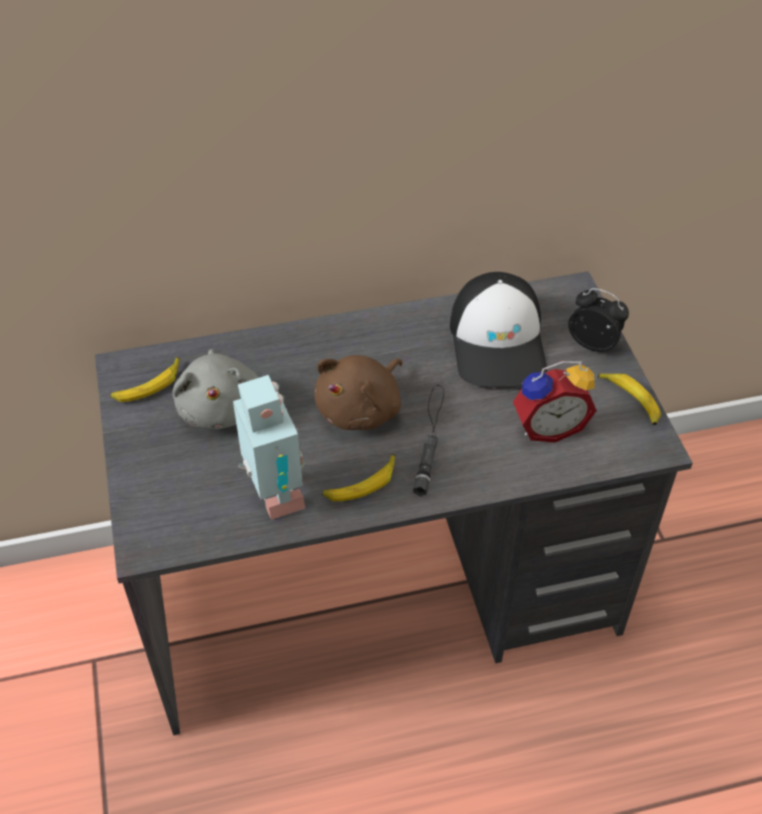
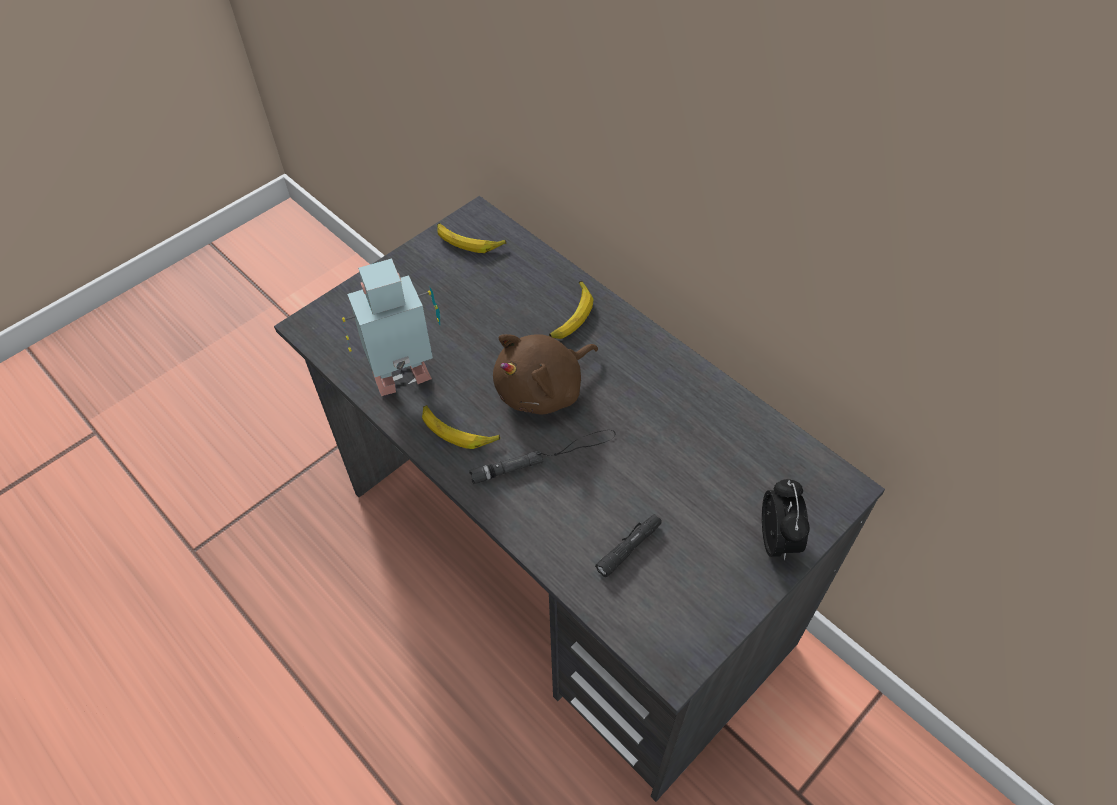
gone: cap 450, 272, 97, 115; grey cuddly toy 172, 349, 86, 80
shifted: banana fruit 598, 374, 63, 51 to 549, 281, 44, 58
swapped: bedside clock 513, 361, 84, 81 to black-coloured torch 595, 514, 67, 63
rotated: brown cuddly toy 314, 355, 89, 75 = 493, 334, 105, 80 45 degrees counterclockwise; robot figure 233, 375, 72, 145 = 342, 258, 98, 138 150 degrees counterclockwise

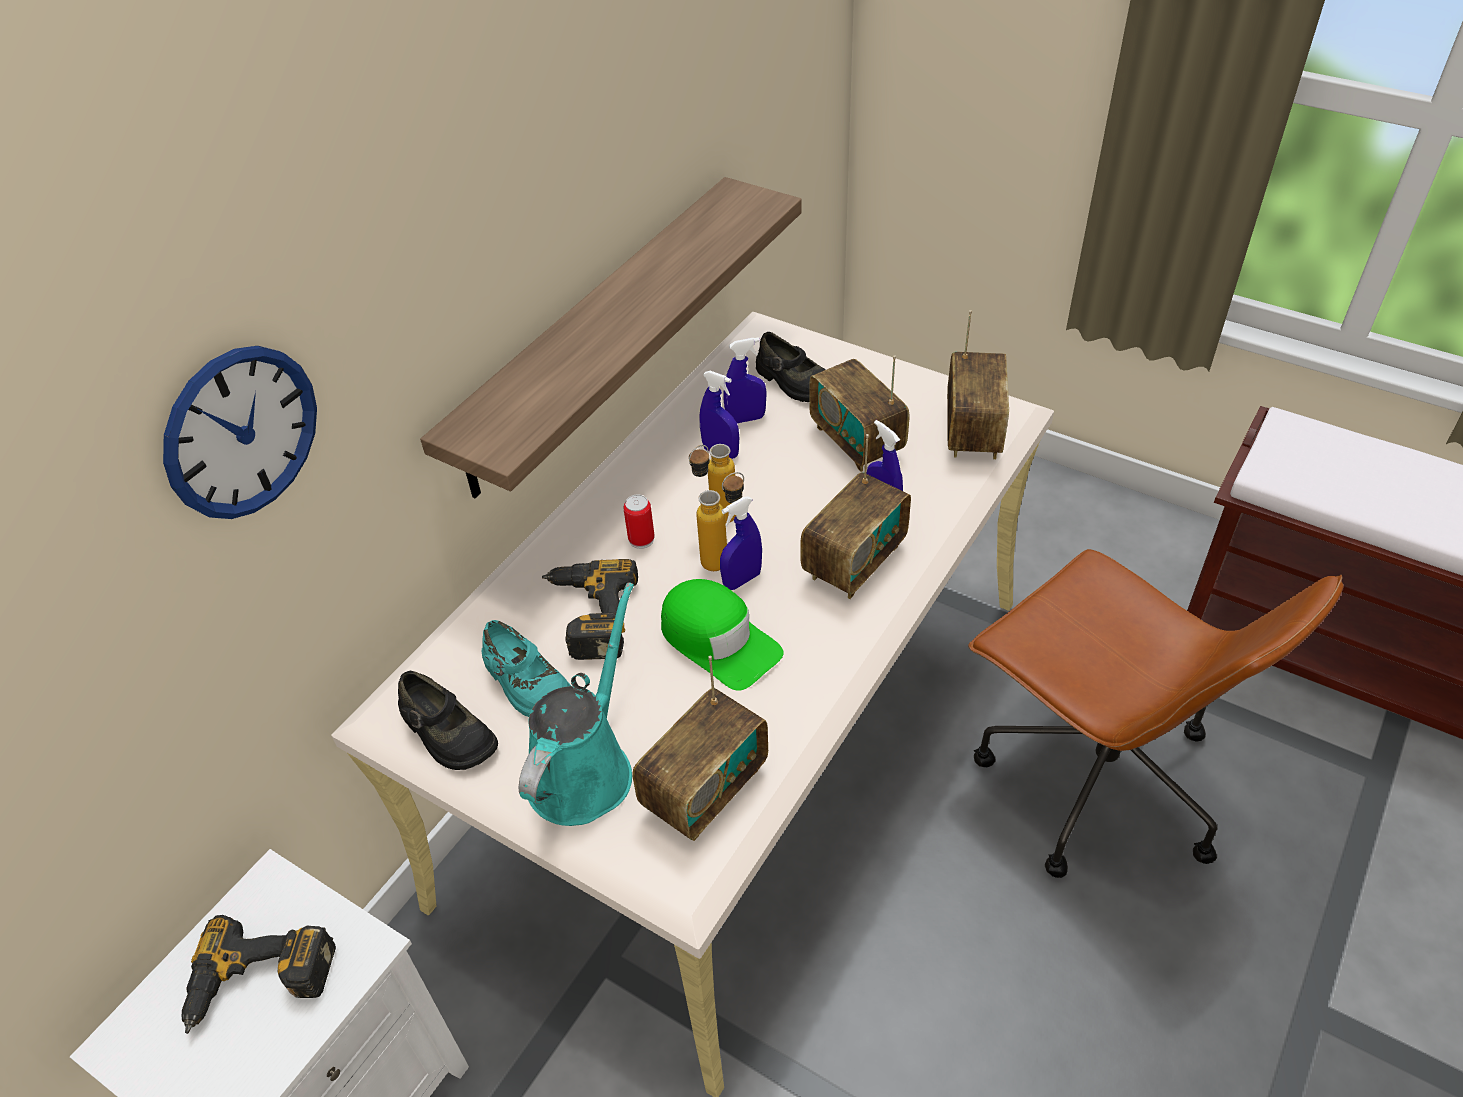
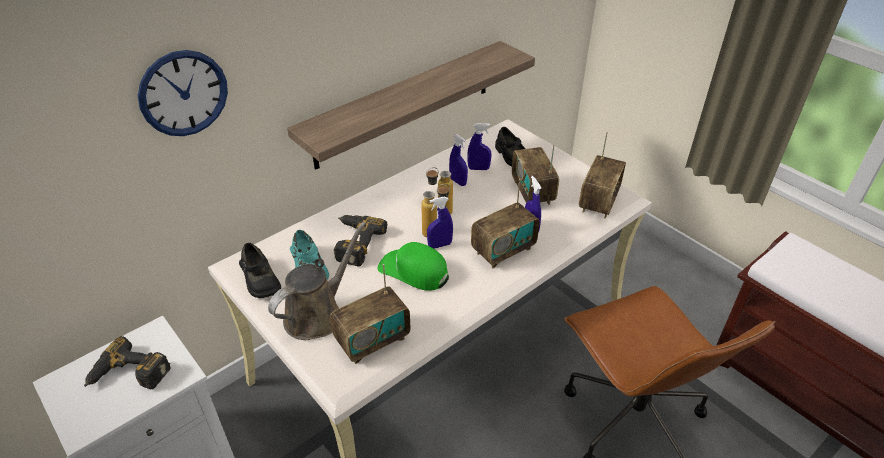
gone: sealed can 623, 495, 32, 54
repainted: blue-green watering pot 519, 582, 115, 244 to brown watering pot 268, 222, 98, 118
rotated: green-coloured cap 661, 579, 122, 112 = 377, 242, 72, 49 150 degrees clockwise

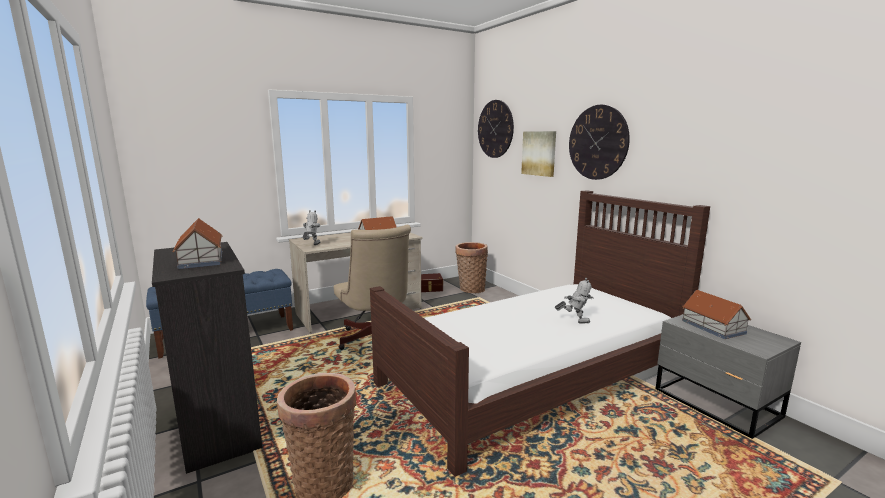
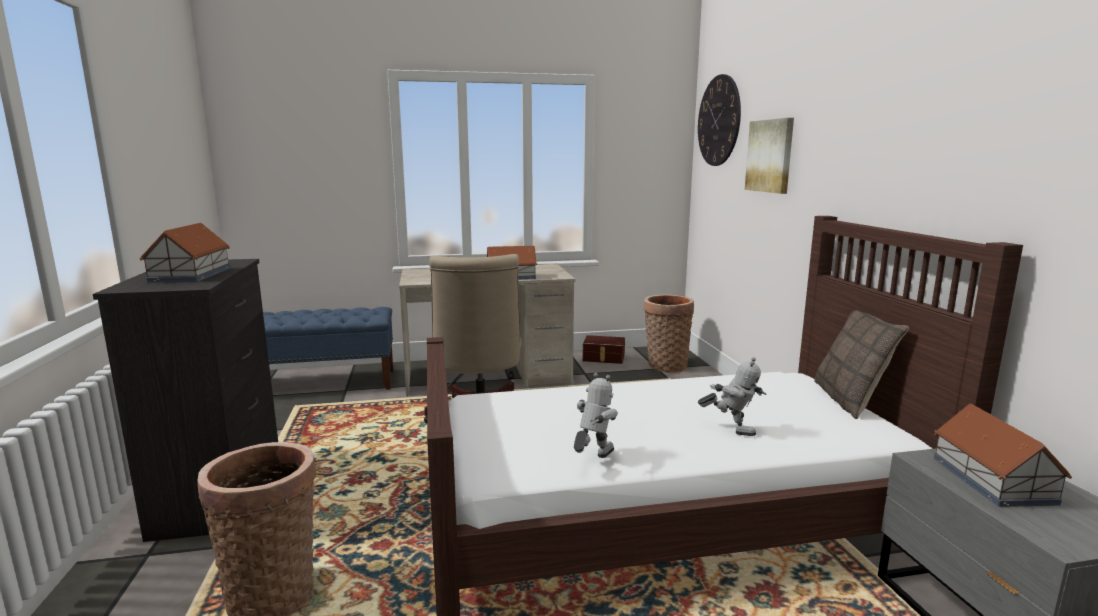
gone: hanging clock 569, 105, 61, 75
new: cushion 814, 310, 95, 109
shifted: robot figure 303, 210, 18, 35 to 574, 373, 44, 85

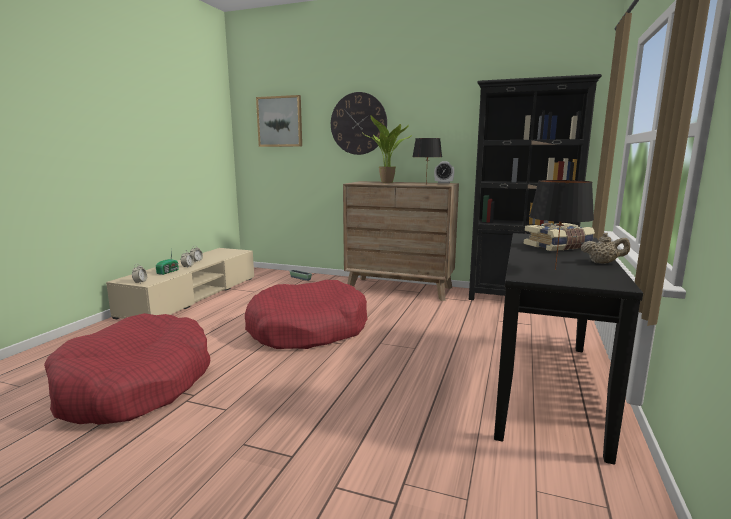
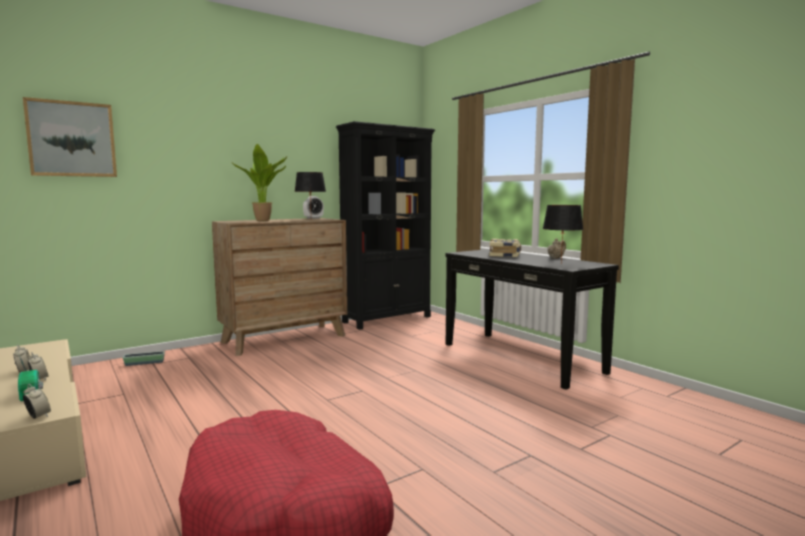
gone: hanging clock 331, 92, 56, 63; red-coloured pet bed 245, 280, 122, 69

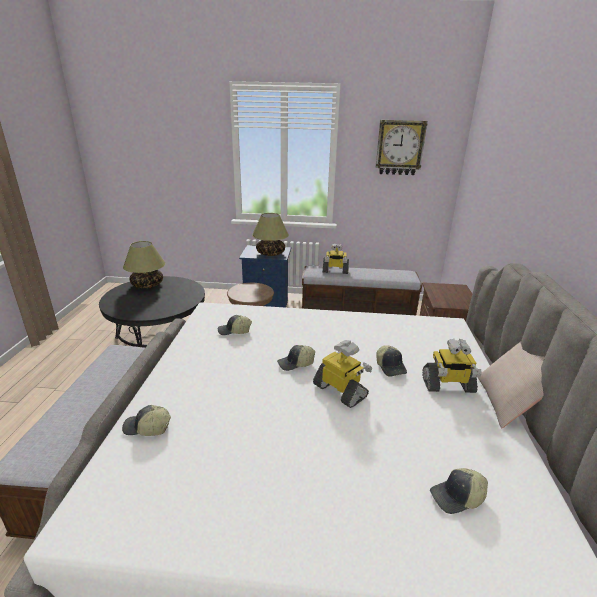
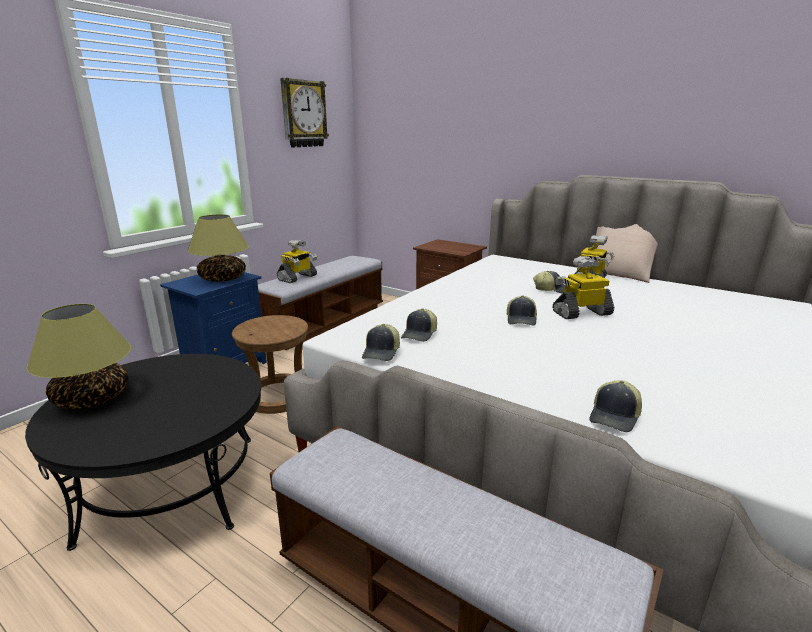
shifted: cap 430, 468, 58, 46 to 362, 324, 38, 37

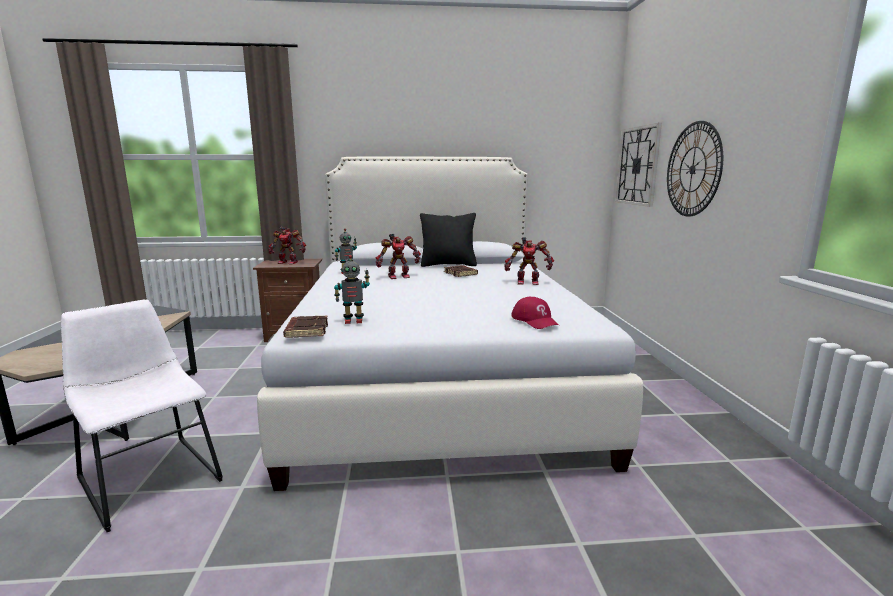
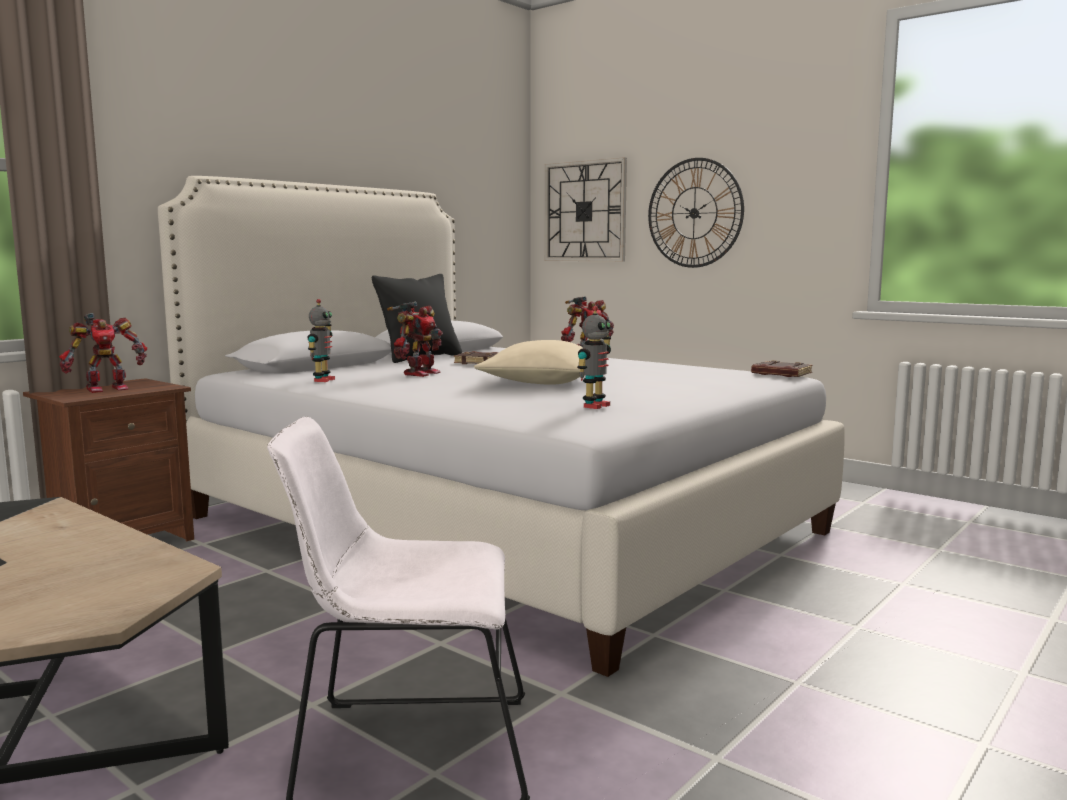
gone: red-coloured cap 511, 297, 49, 32
new: beige cushion 474, 340, 109, 45
shifted: brown volume 283, 316, 45, 22 to 751, 360, 62, 17

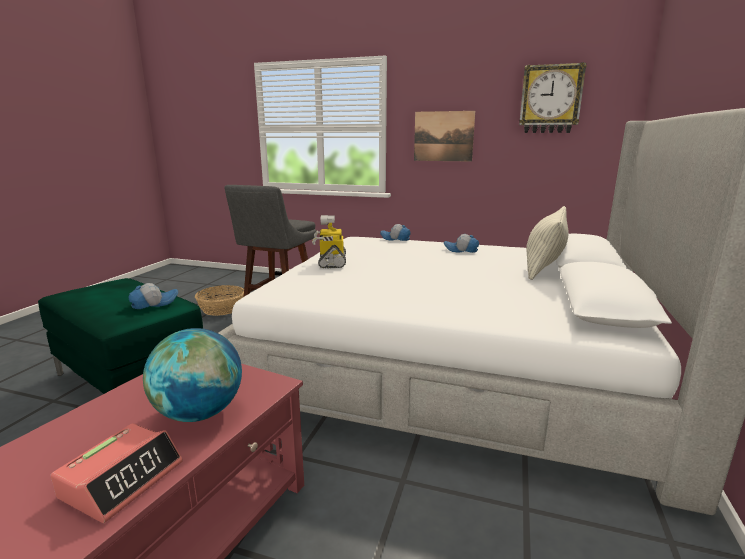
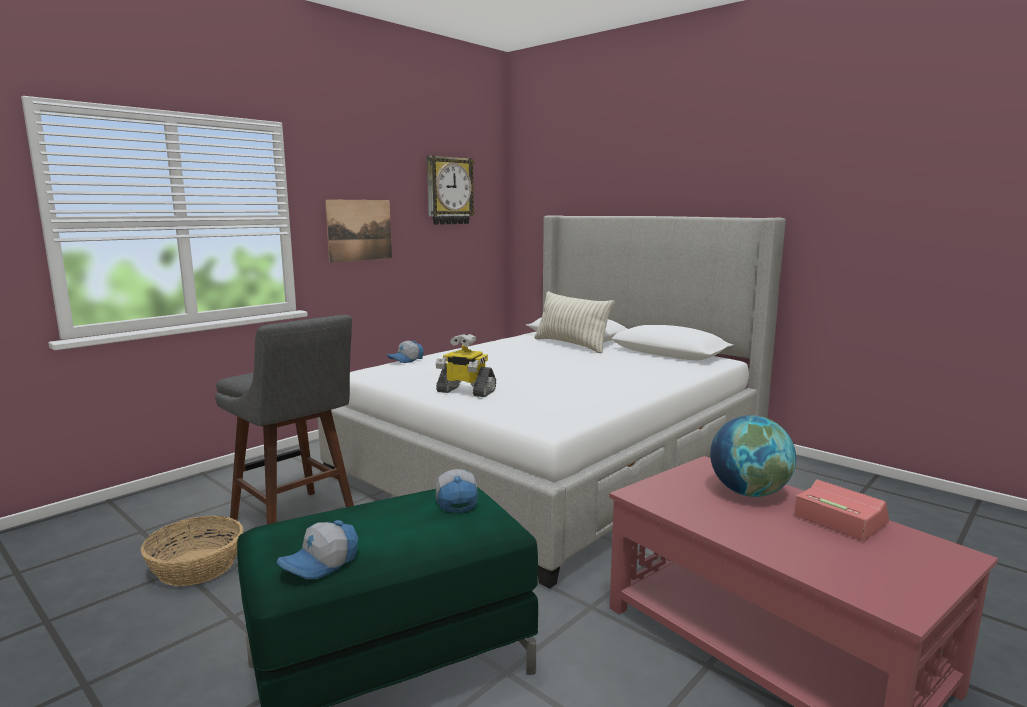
shifted: cap 444, 234, 35, 19 to 277, 520, 81, 59

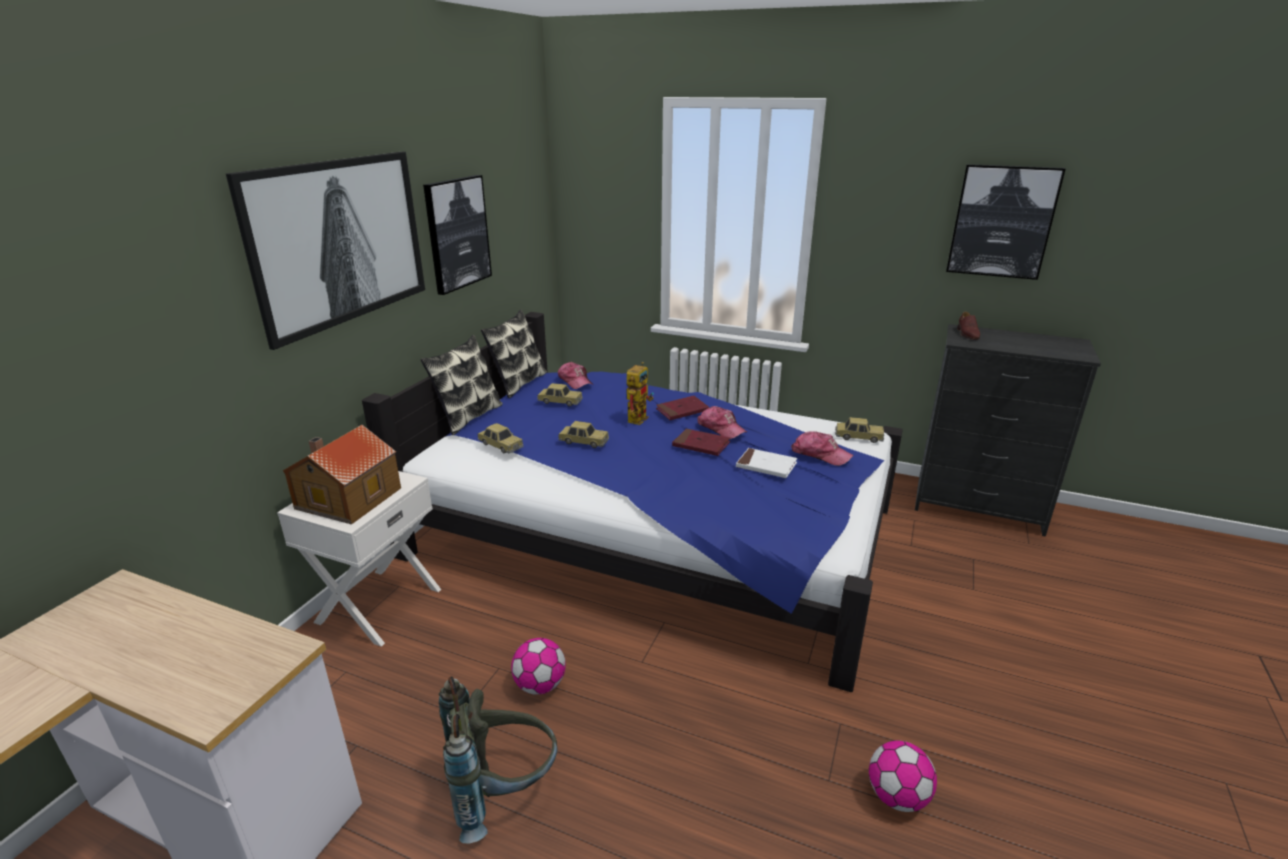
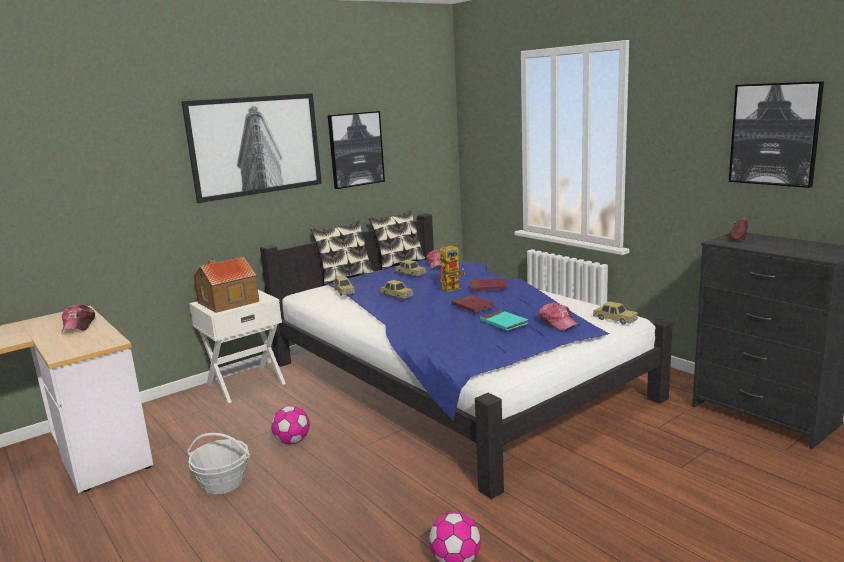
shifted: cap 697, 406, 50, 33 to 61, 304, 34, 29
swapped: grey knapsack 439, 676, 119, 167 to basket 187, 433, 63, 61
repainted: white-coloured volume 736, 448, 61, 30 to blue-green volume 480, 310, 49, 21

